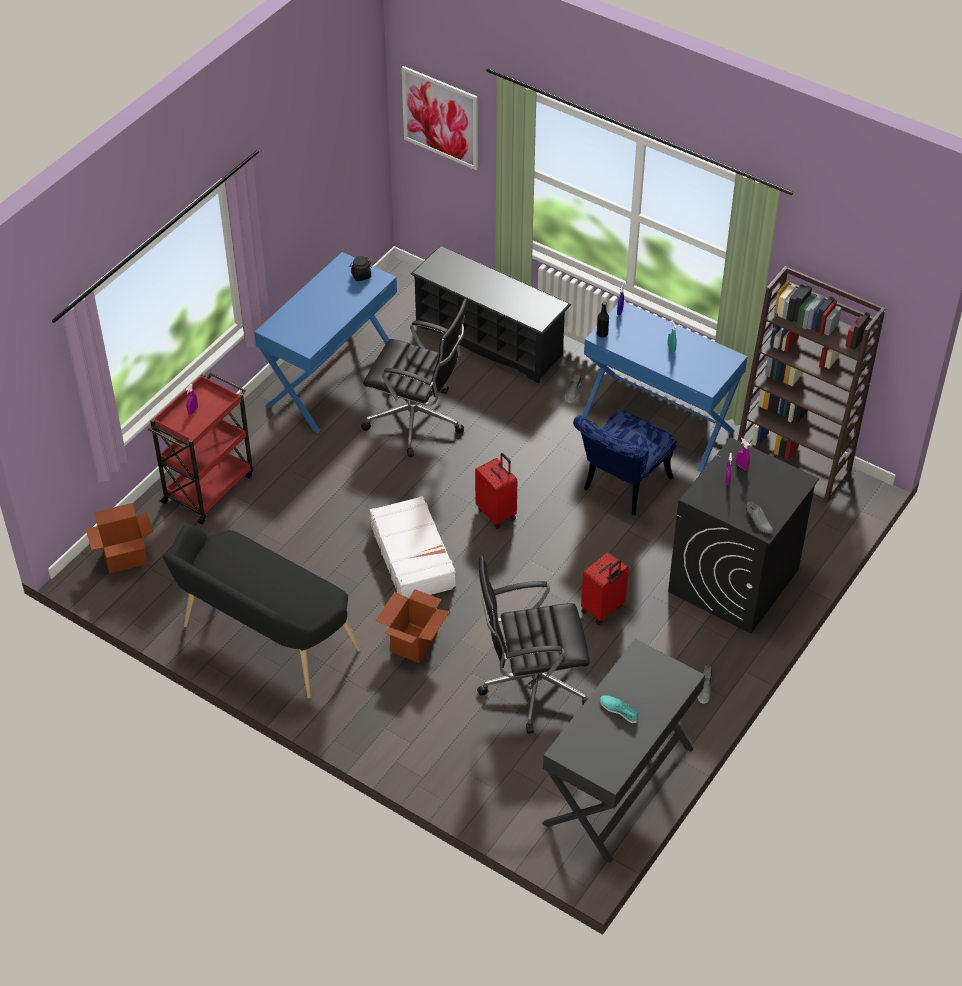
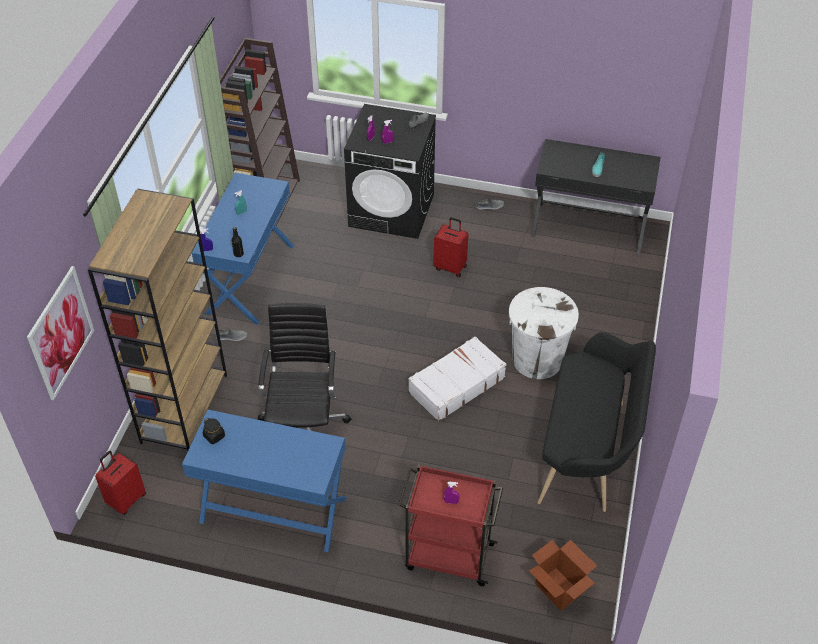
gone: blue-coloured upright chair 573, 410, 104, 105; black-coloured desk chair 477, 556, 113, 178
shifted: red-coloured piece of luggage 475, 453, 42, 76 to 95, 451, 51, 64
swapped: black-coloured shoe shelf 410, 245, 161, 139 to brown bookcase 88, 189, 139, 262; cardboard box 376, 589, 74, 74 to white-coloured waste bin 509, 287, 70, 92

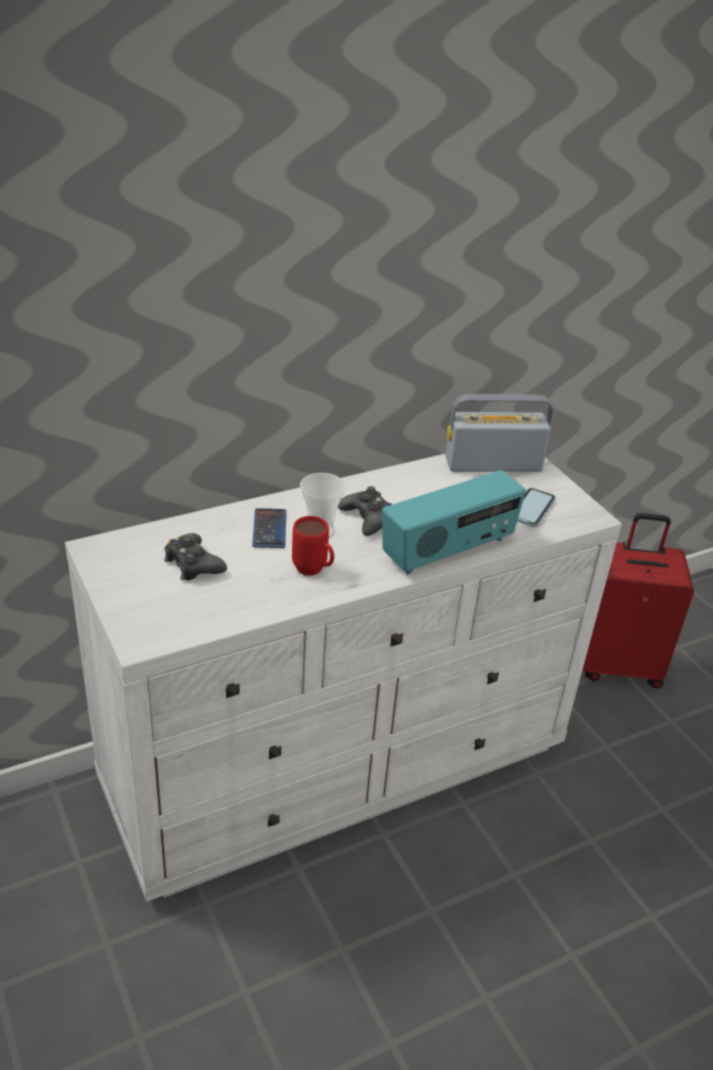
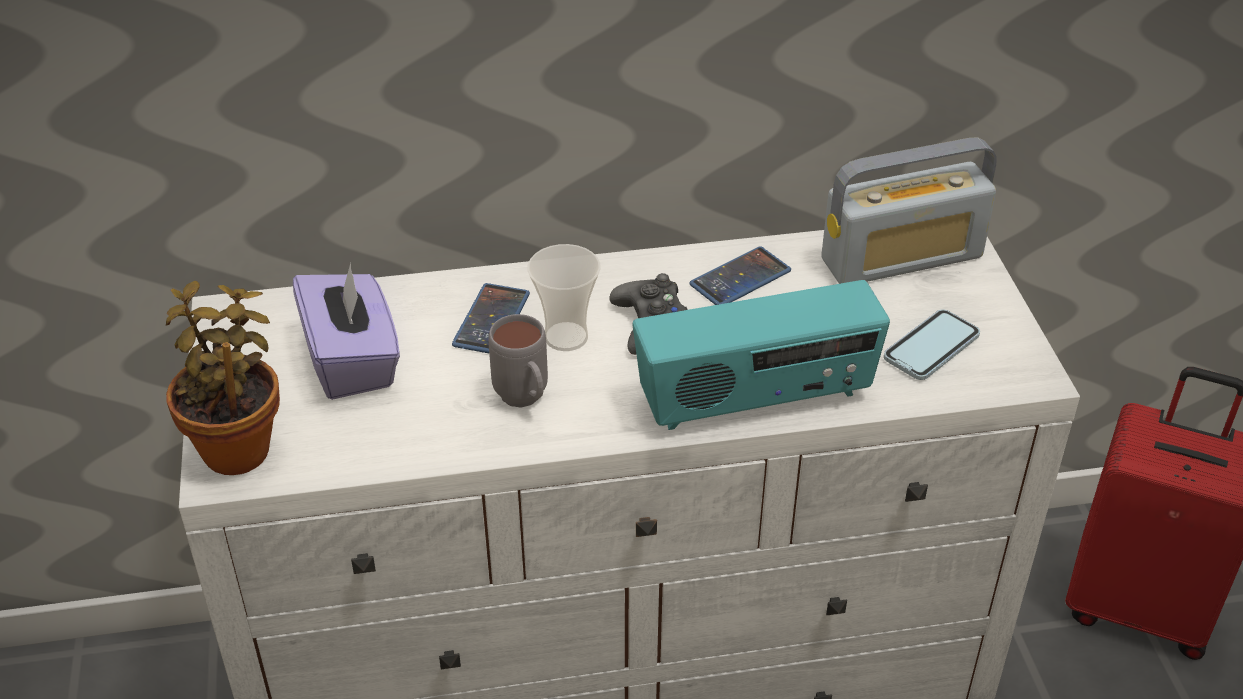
new: phone 689, 246, 102, 59; plant in a pot 166, 281, 114, 194
swapped: black-coloured game controller 164, 533, 63, 48 to purple box of tissues 293, 263, 107, 137
repainted: red-coloured mug 292, 516, 42, 60 to grey mug 488, 314, 60, 94
rotated: radio receiver 446, 394, 107, 78 = 821, 137, 176, 147 150 degrees clockwise

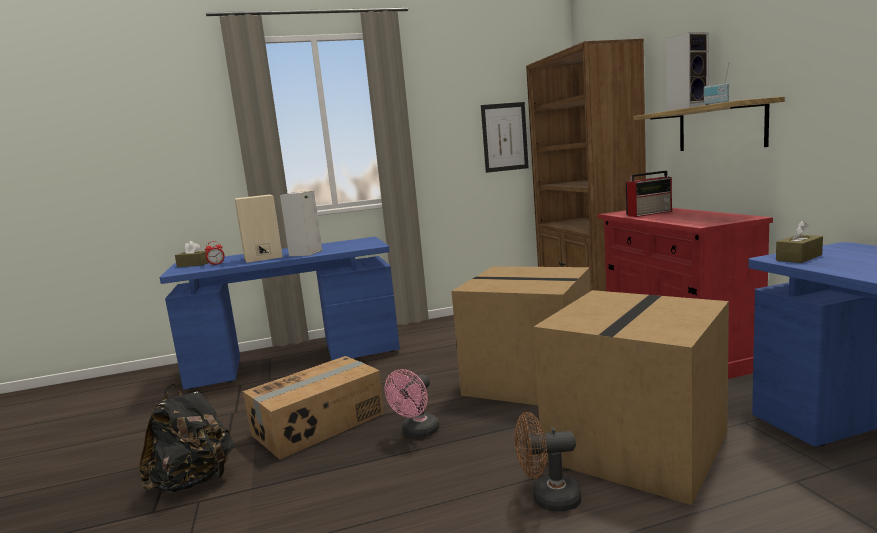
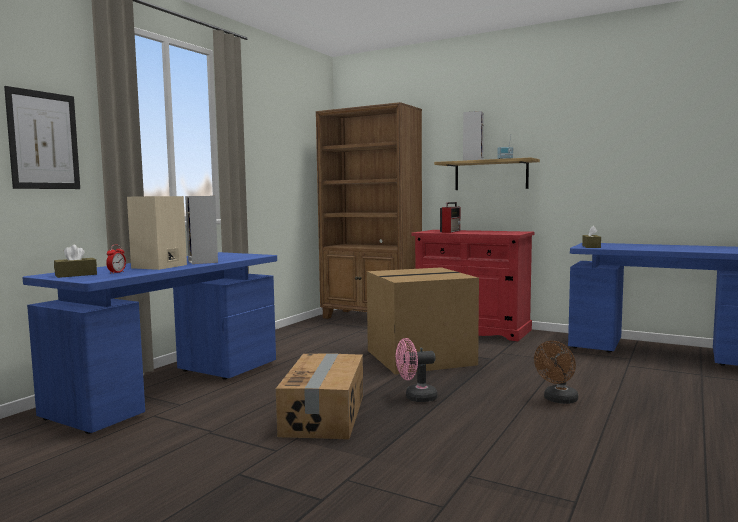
gone: cardboard box 533, 290, 196, 215; black-coloured knapsack 139, 384, 95, 108
shifted: wall picture 481, 102, 48, 71 to 4, 86, 76, 103
rotated: pink-coloured electric fan 385, 369, 54, 69 = 396, 338, 41, 64 90 degrees clockwise

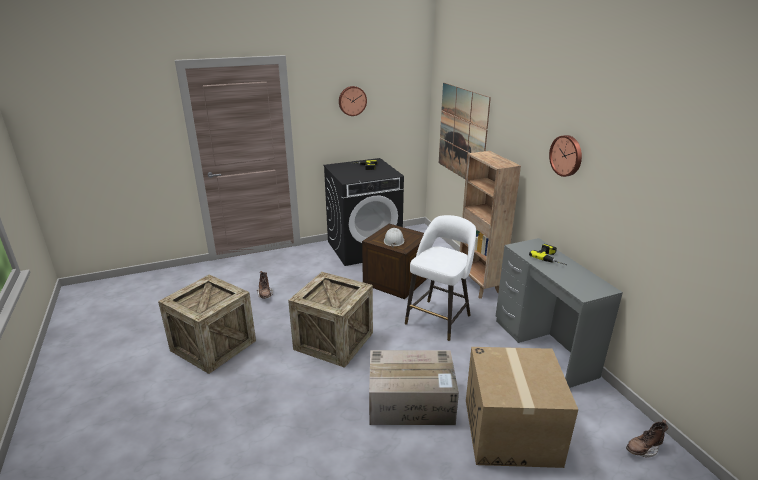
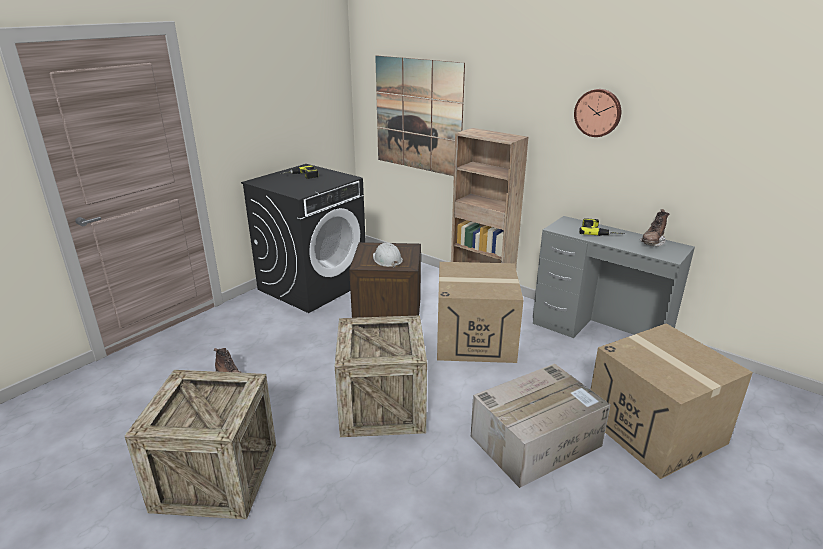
gone: hanging clock 339, 86, 28, 30
shifted: brown tall boot 626, 419, 42, 39 to 640, 209, 30, 37
swapped: white-coloured stool 405, 215, 71, 126 to cardboard box 437, 262, 87, 101

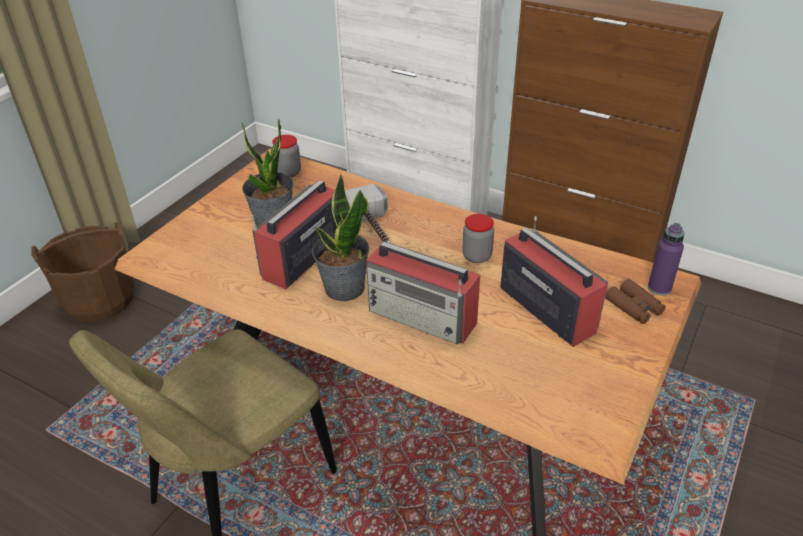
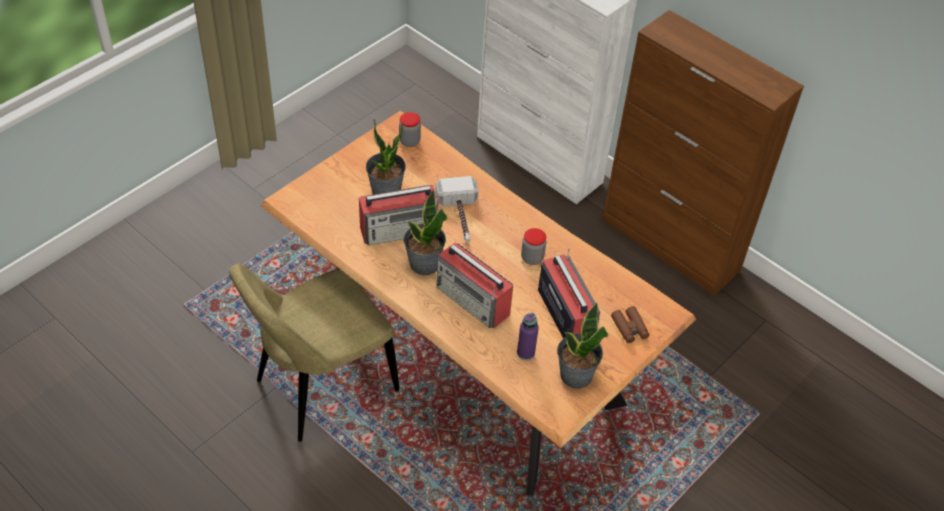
gone: brown pail 31, 222, 103, 100
new: plant in a pot 557, 302, 51, 87
shifted: purple bottle 648, 223, 37, 73 to 517, 313, 22, 47
rotated: radio receiver 252, 180, 85, 109 = 359, 185, 80, 61 150 degrees counterclockwise

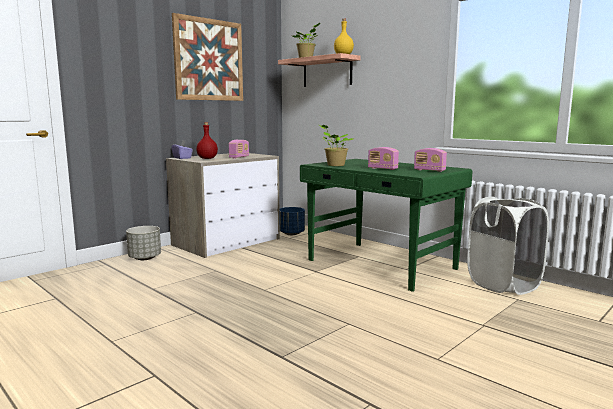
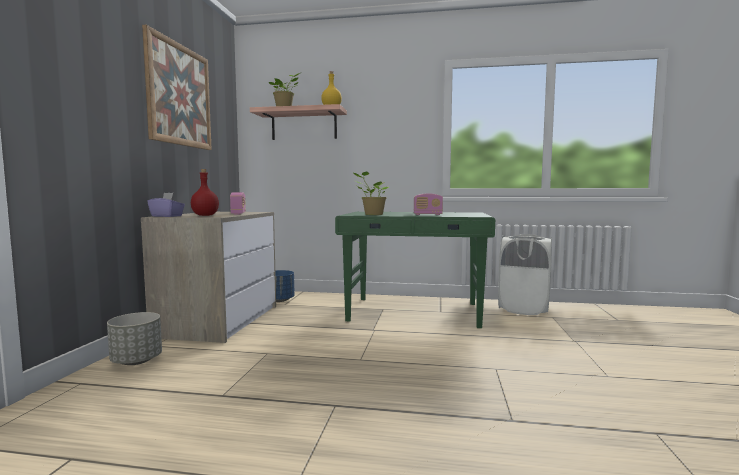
gone: radio receiver 414, 148, 33, 24

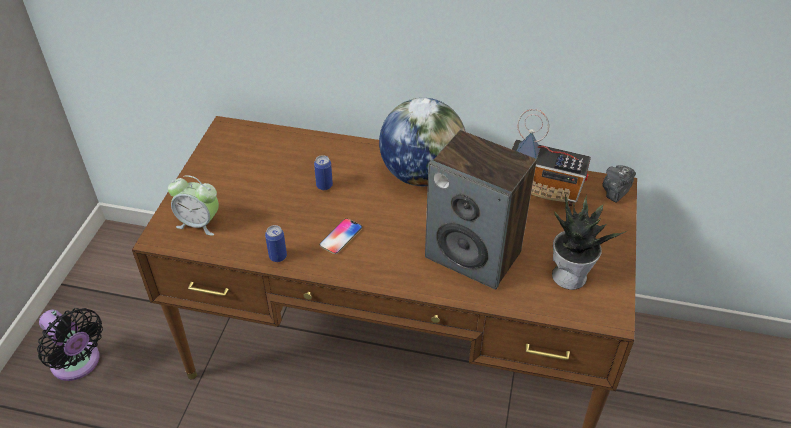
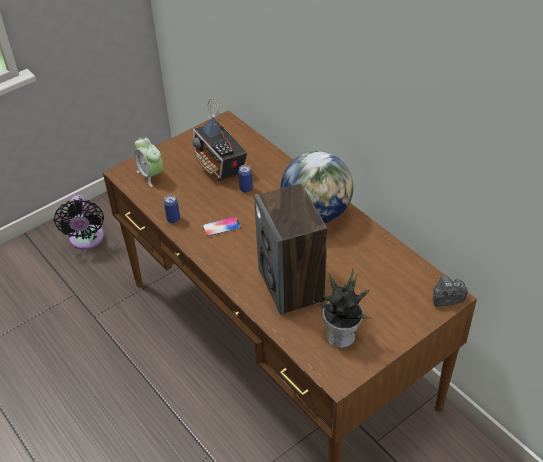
shifted: radio receiver 512, 109, 79, 97 to 192, 98, 55, 83

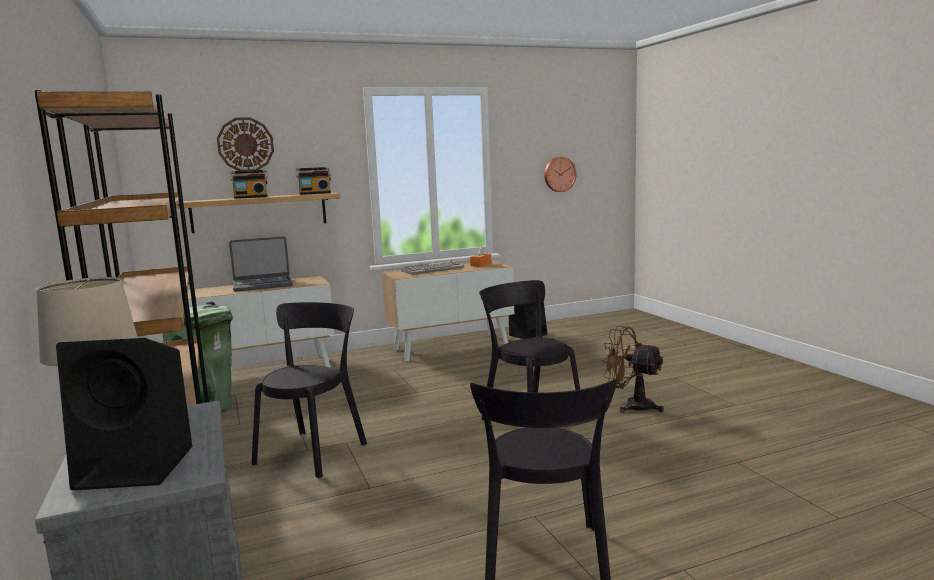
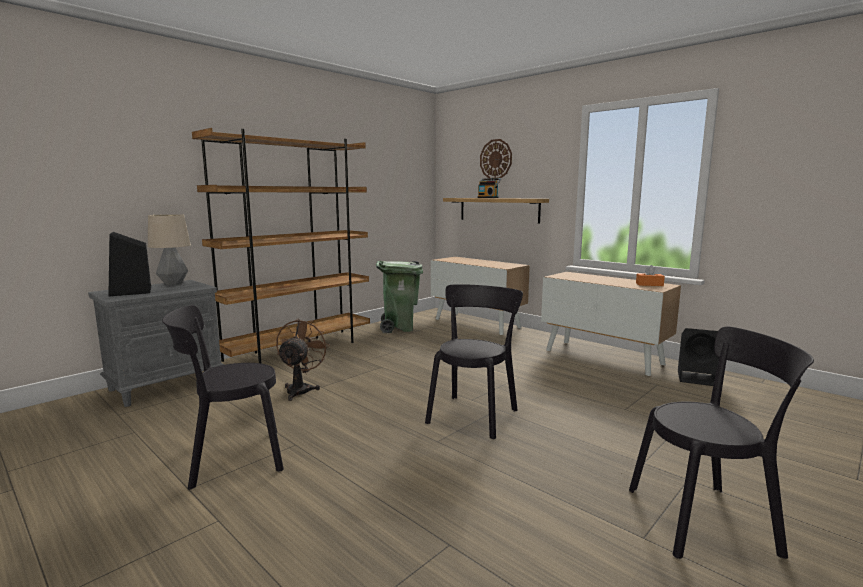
gone: hanging clock 544, 157, 33, 35; radio receiver 296, 167, 35, 28; portable computer 229, 236, 64, 56; PC keyboard 401, 261, 63, 14
shifted: black-coloured upright chair 252, 302, 115, 176 to 629, 326, 185, 233; brown electric fan 602, 326, 62, 87 to 276, 319, 54, 82

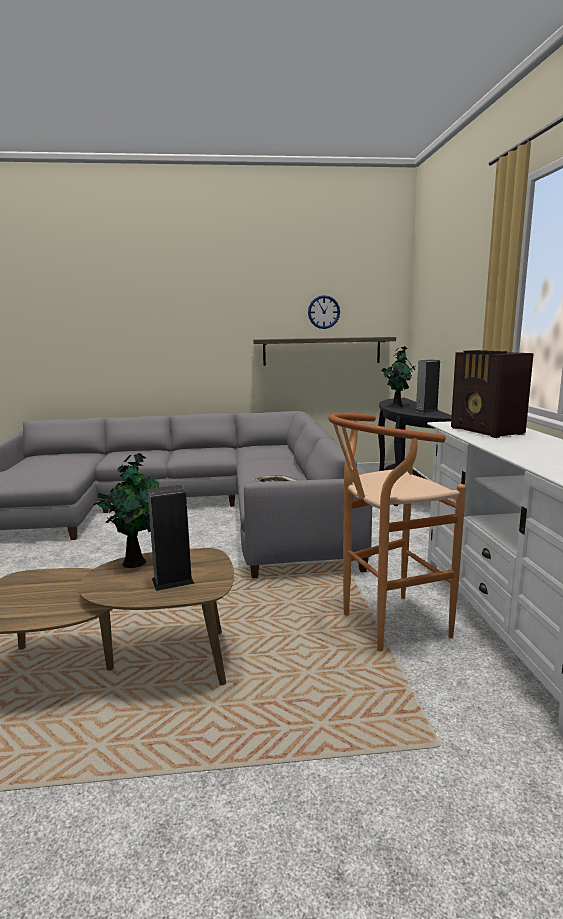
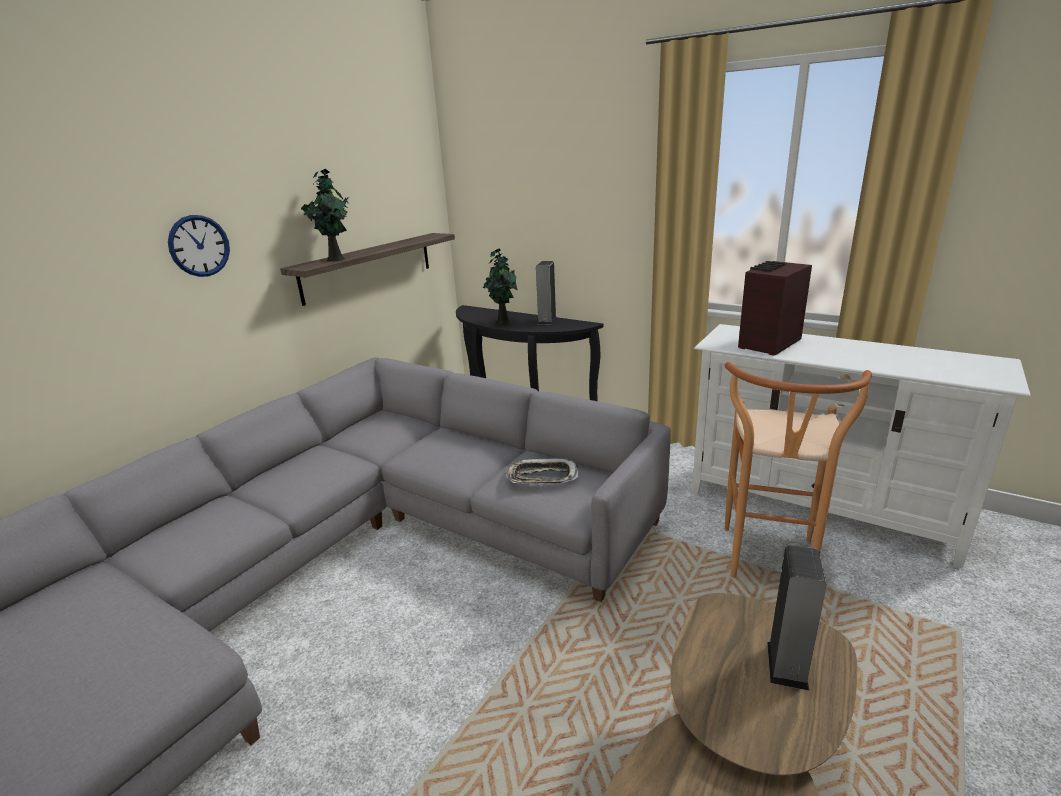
shifted: hanging clock 308, 295, 32, 34 to 168, 215, 62, 62; plant in a pot 93, 453, 66, 115 to 301, 168, 48, 94
rotated: radio receiver 451, 350, 83, 88 = 738, 261, 74, 95 120 degrees clockwise

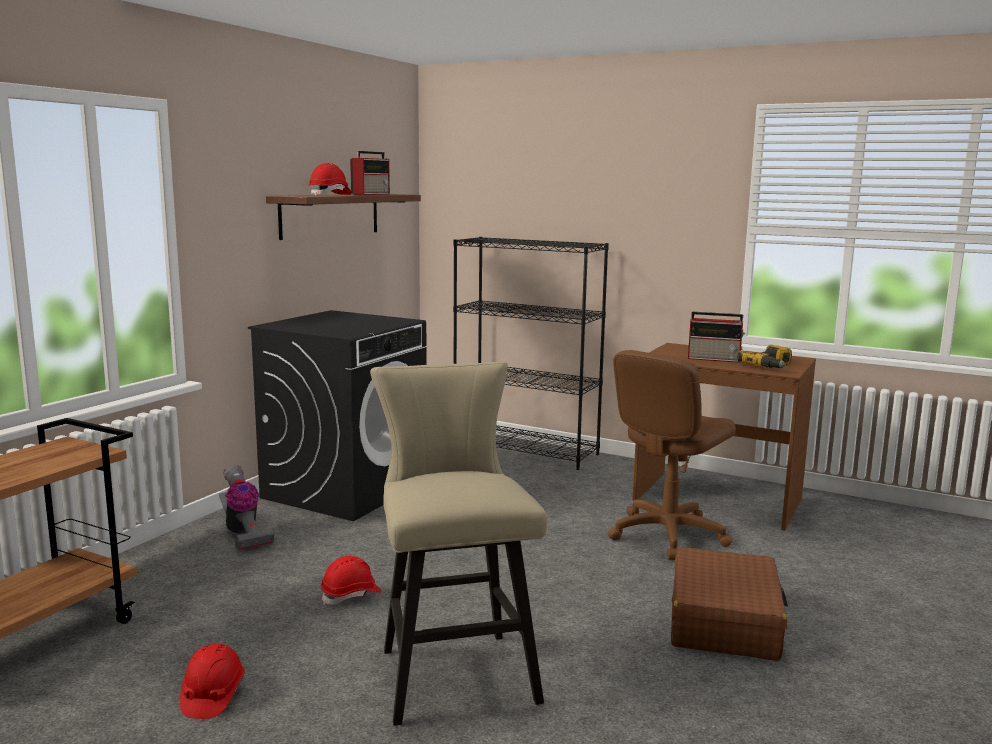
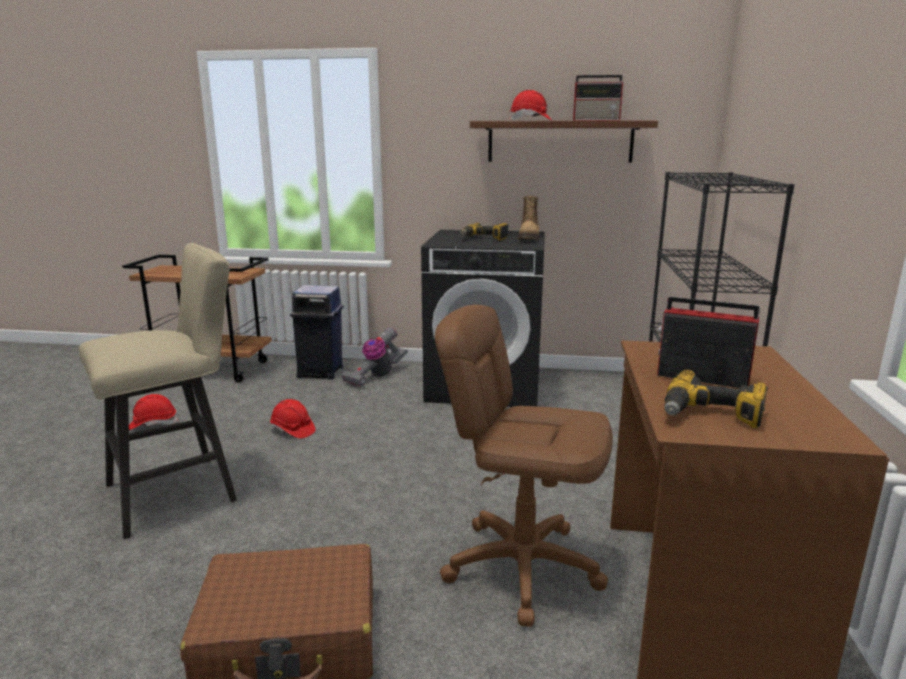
new: tall boot 518, 196, 22, 44; power drill 460, 223, 49, 17; blue-coloured waste bin 290, 285, 54, 95
rotated: radio receiver 688, 312, 57, 51 = 657, 297, 104, 91 120 degrees clockwise

